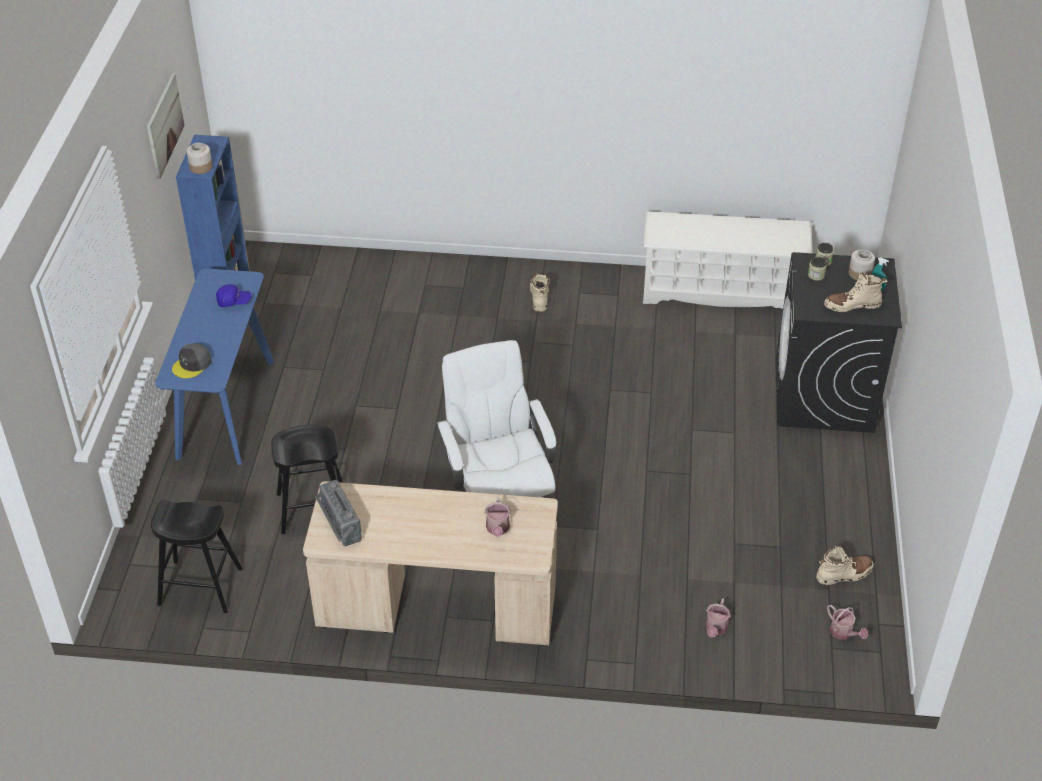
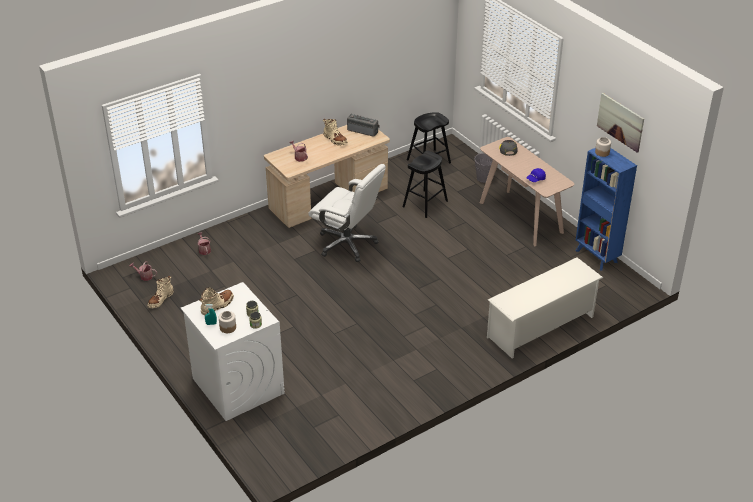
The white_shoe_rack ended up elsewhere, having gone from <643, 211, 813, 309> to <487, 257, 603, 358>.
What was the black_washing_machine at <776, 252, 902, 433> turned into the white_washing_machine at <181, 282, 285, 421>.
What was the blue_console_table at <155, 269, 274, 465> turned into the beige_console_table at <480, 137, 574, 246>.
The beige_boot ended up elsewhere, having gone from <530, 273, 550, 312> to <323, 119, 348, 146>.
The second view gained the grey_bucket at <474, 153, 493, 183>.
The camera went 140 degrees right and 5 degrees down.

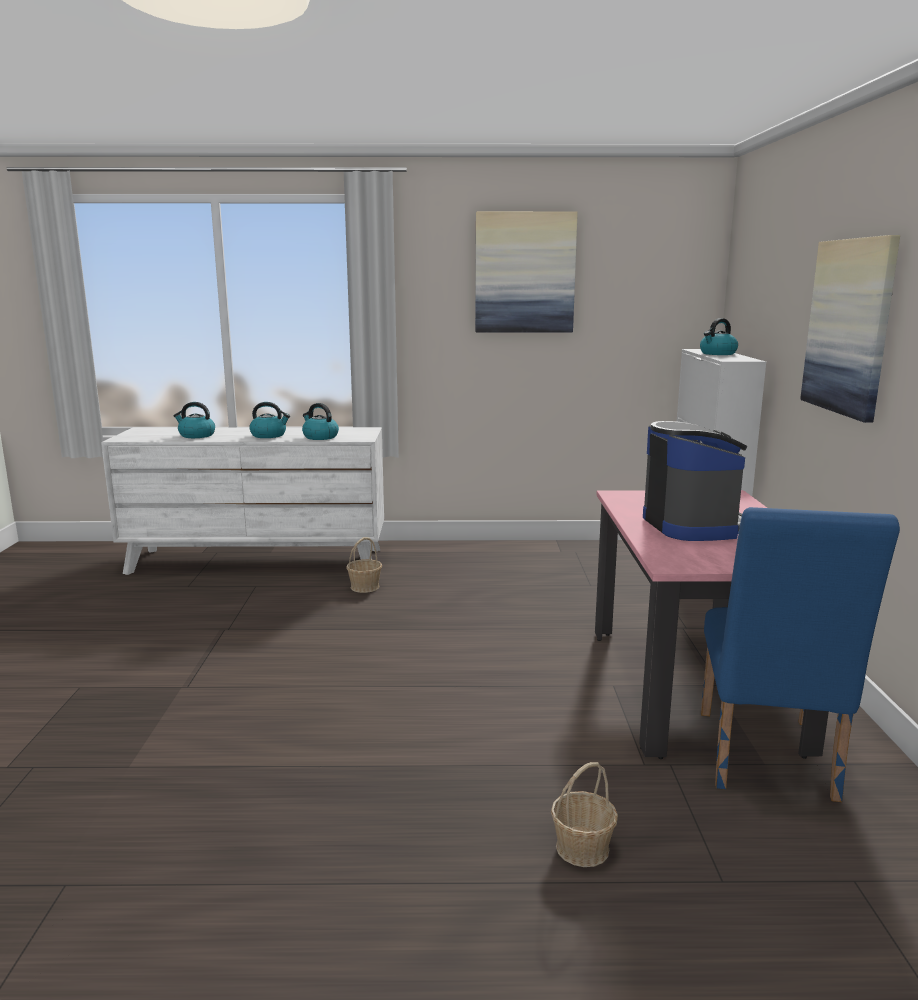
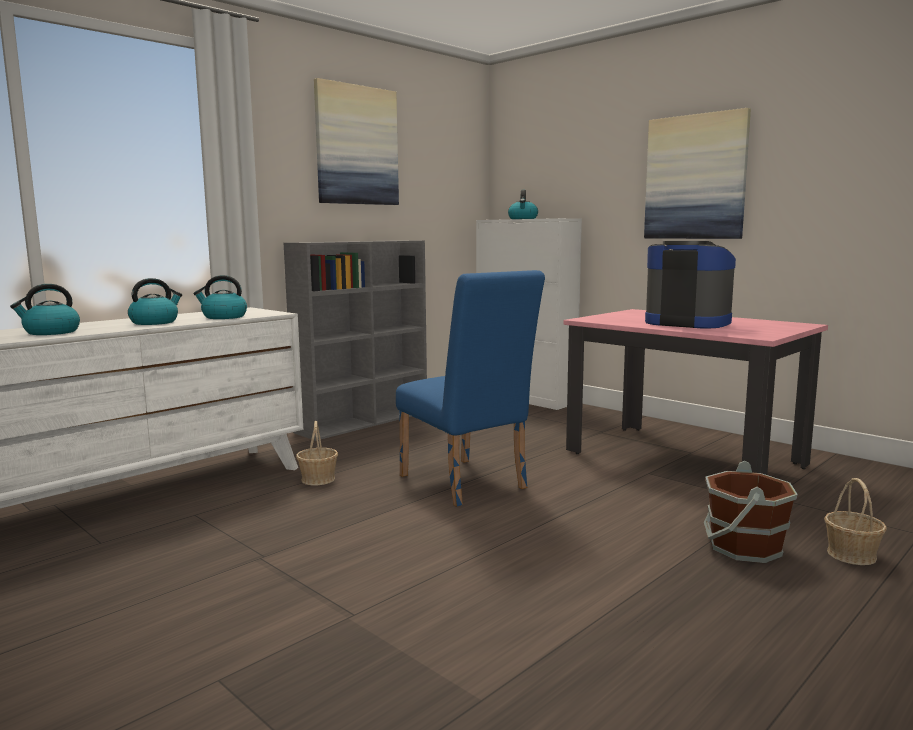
The blue_chair ended up elsewhere, having gone from <701, 507, 900, 802> to <396, 270, 545, 507>.
The second view gained the grey_bookcase at <284, 240, 427, 441>.
The second view gained the brown_bucket at <704, 461, 798, 563>.
The camera went 45 degrees left and 5 degrees down.

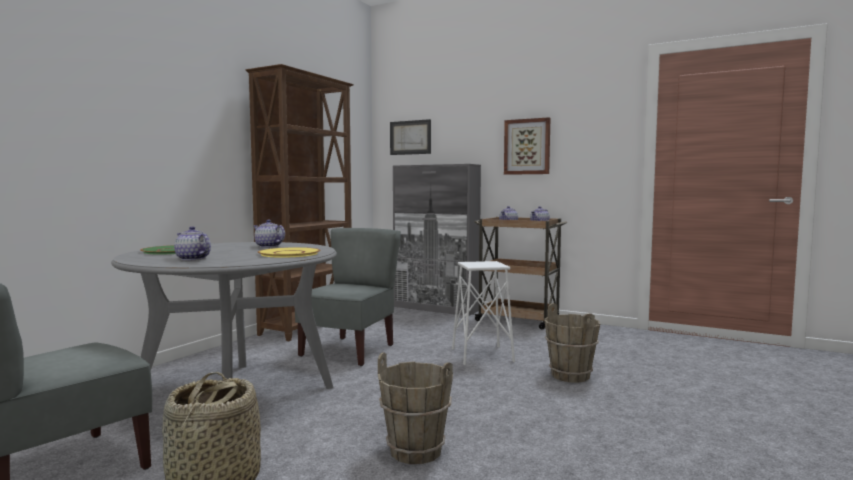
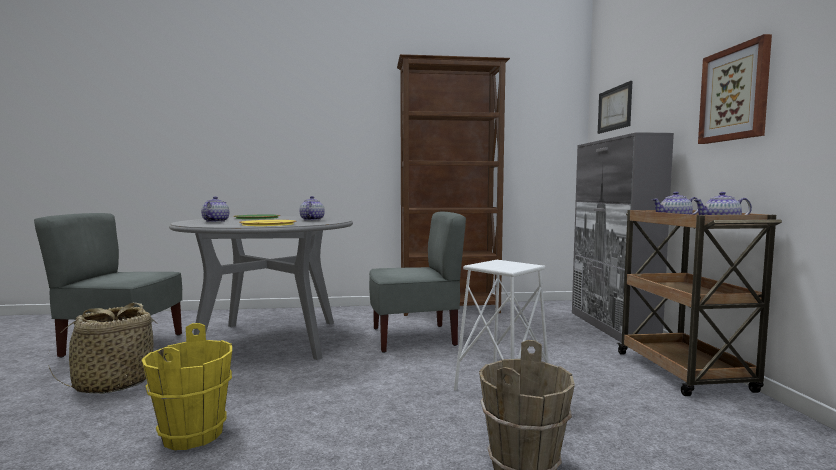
What was the brown_bucket at <378, 352, 453, 464> turned into the yellow_bucket at <142, 323, 232, 450>.
The camera went 55 degrees right and 0 degrees up.

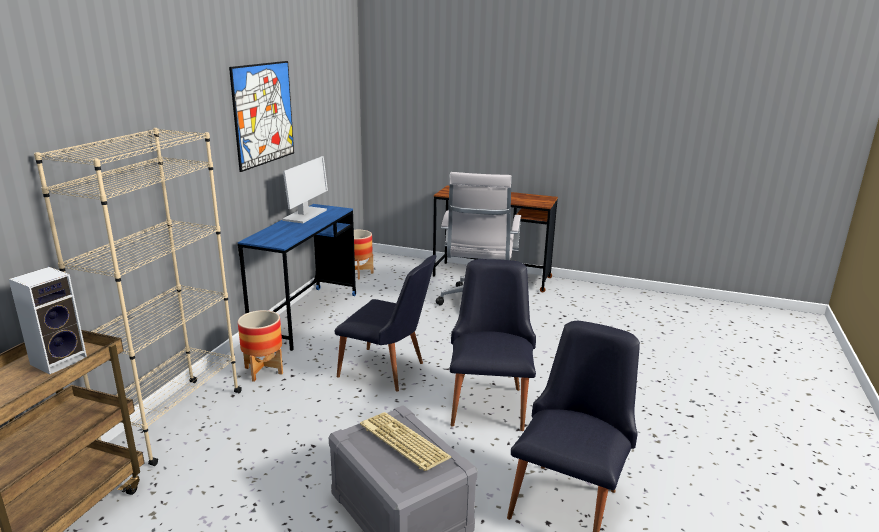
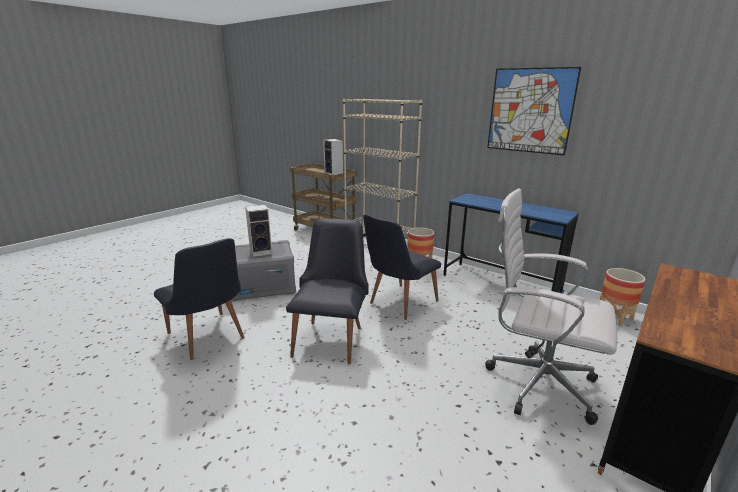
The second view lost the monitor at <282, 156, 328, 223>.
The black_chair at <450, 259, 536, 431> ended up facing another way, 105 degrees counterclockwise from before.
Where the keyboard stood at <360, 412, 451, 471>, the speaker came to stand at <245, 205, 272, 257>.
The camera went 110 degrees right and 0 degrees up.

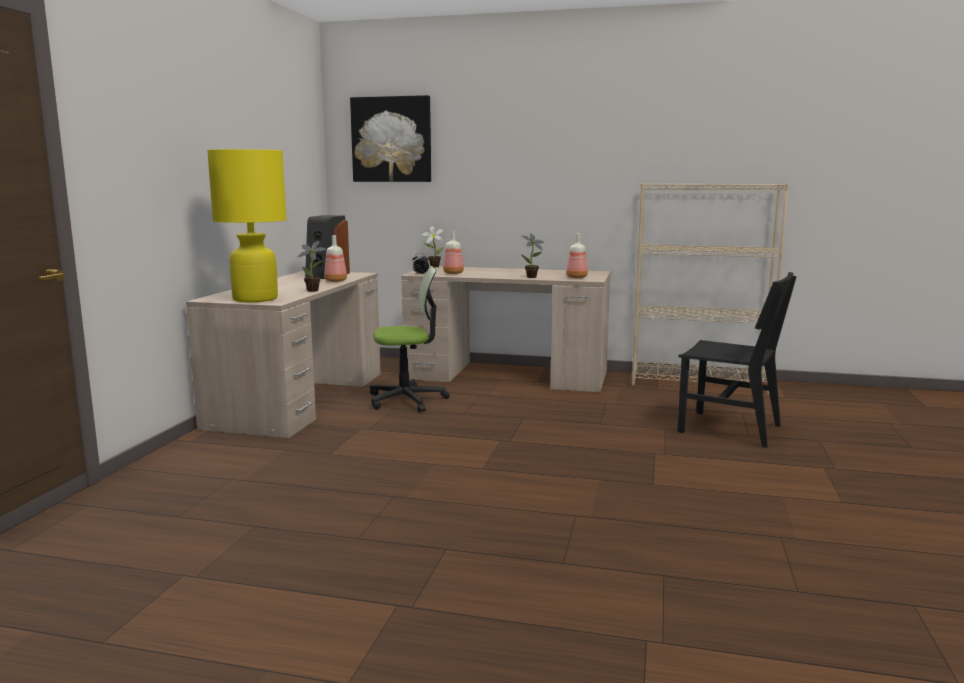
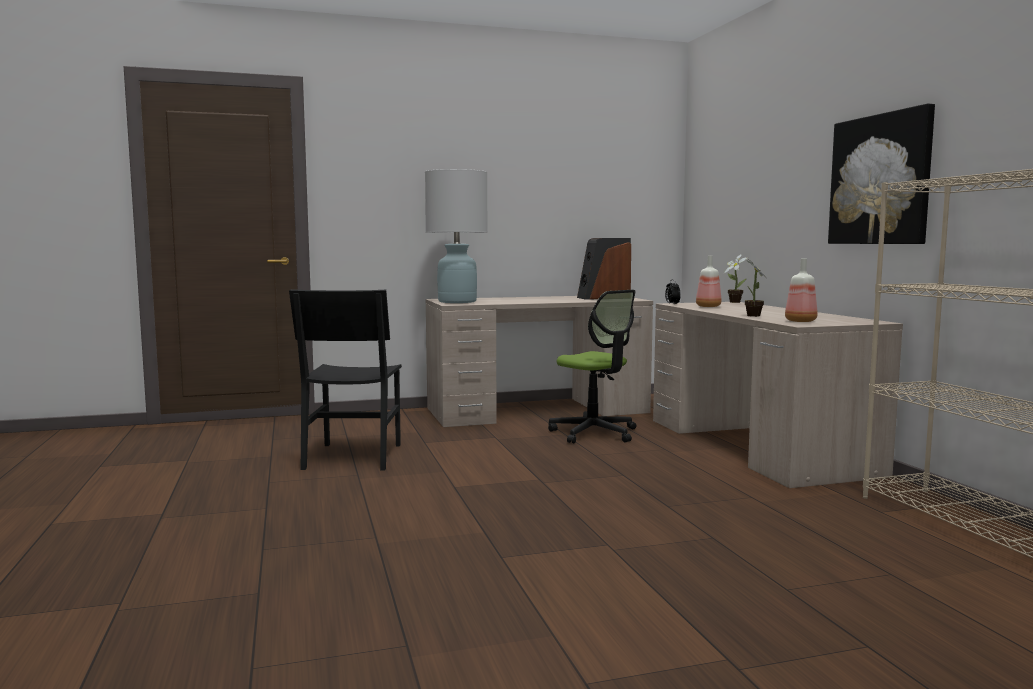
The picture ended up elsewhere, having gone from <350, 95, 431, 182> to <828, 104, 935, 244>.
What was the yellow_table_lamp at <207, 149, 287, 302> turned into the white_table_lamp at <425, 169, 488, 303>.
The second view lost the bottle at <324, 235, 347, 282>.
The second view lost the potted_plant at <298, 241, 326, 292>.
The black_chair ended up elsewhere, having gone from <677, 272, 797, 448> to <289, 289, 402, 470>.
The camera went 60 degrees right and 5 degrees down.

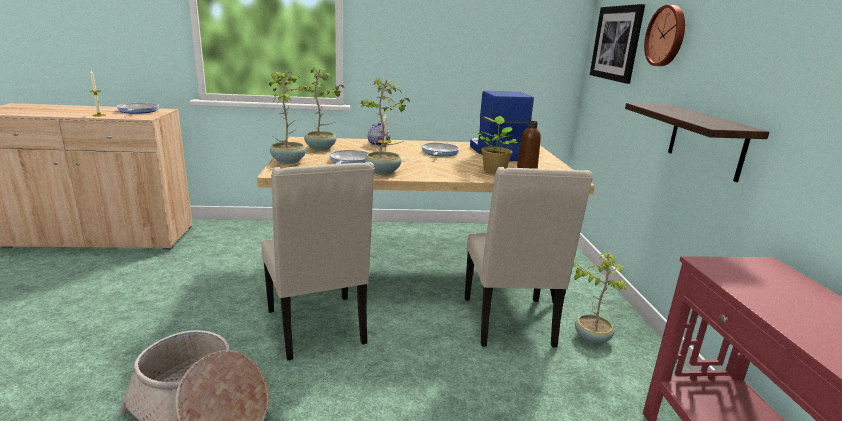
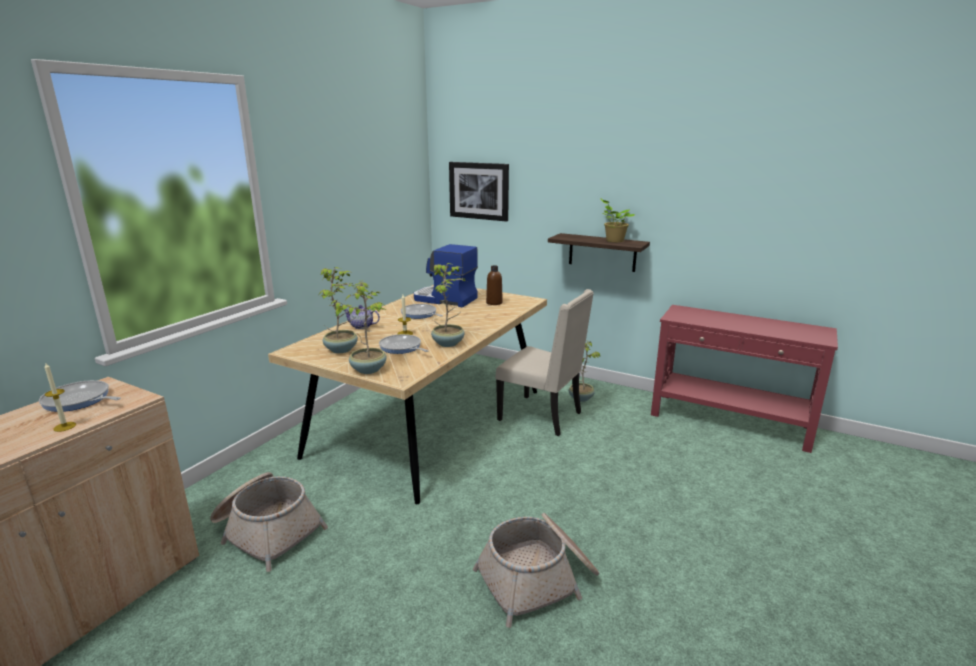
The second view lost the wall_clock at <644, 5, 685, 66>.
The potted_plant ended up elsewhere, having gone from <475, 116, 519, 174> to <600, 198, 635, 242>.
The second view lost the beige_chair at <261, 162, 375, 361>.
The second view gained the basket at <210, 472, 328, 572>.
The camera went 55 degrees left and 0 degrees up.

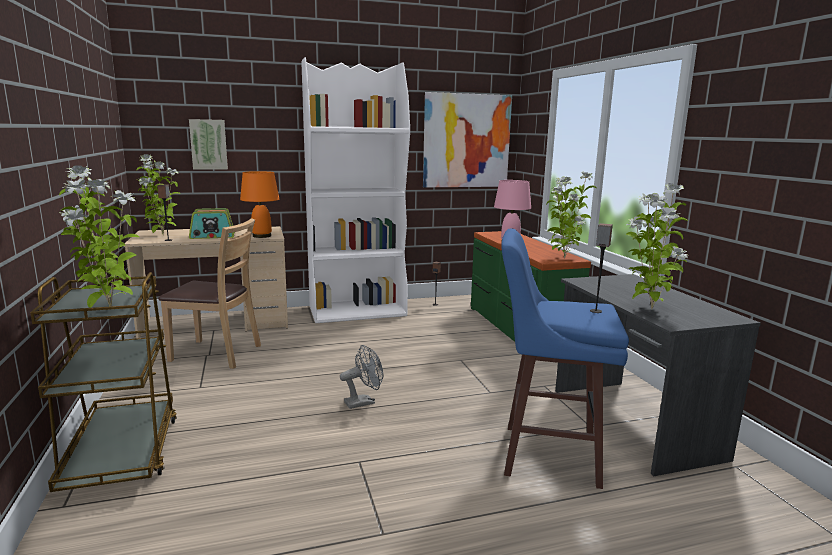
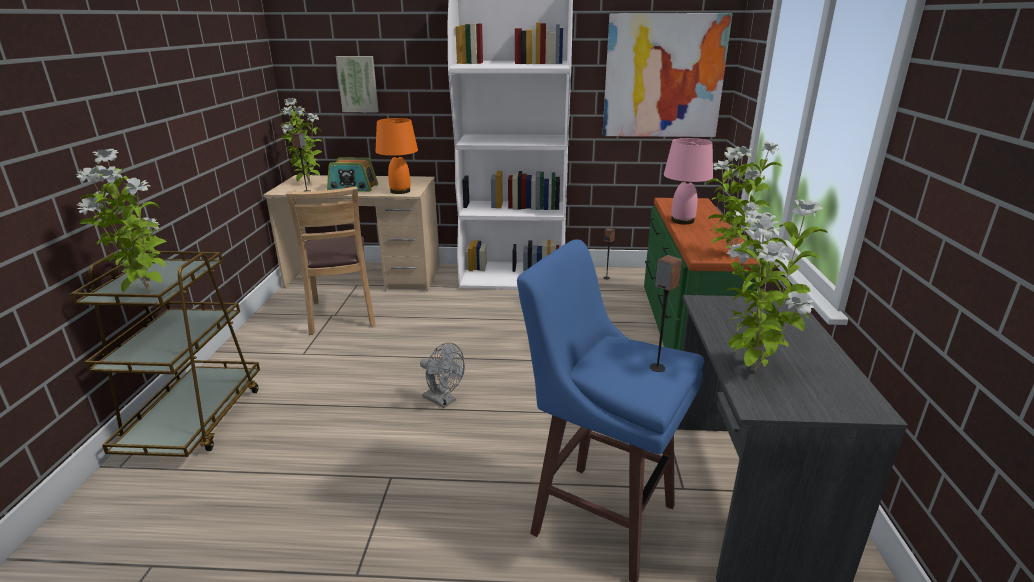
The brown_chair at <158, 218, 261, 369> ended up facing another way, 45 degrees clockwise from before.
The grey_fan at <340, 345, 383, 409> ended up facing another way, 45 degrees clockwise from before.
The camera went 20 degrees right and 10 degrees up.

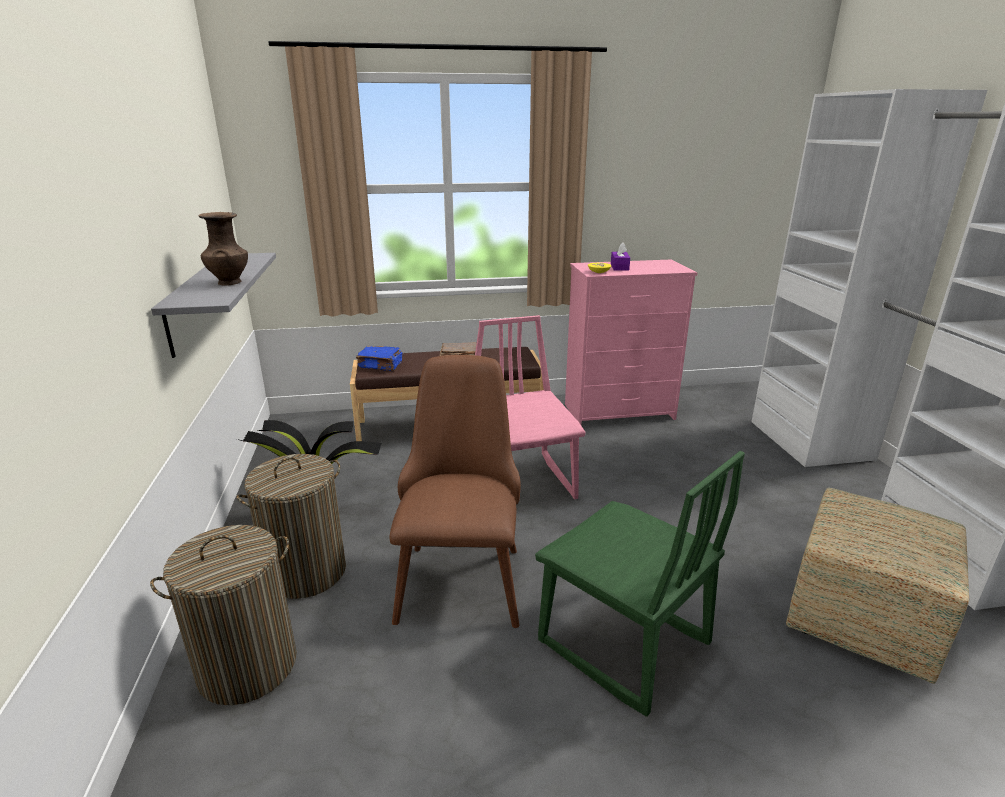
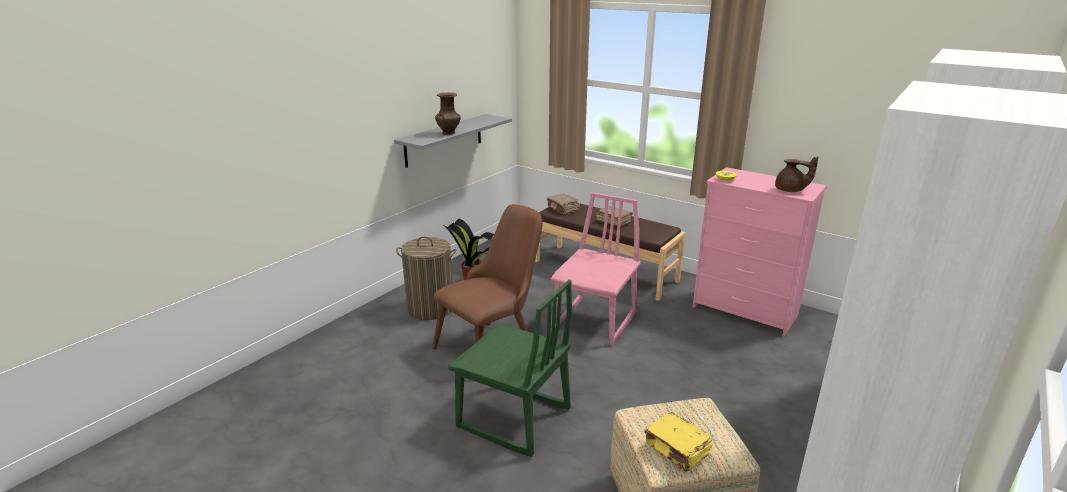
The second view lost the purple_tissue_box at <611, 243, 630, 271>.
What was the blue_book at <356, 346, 402, 371> turned into the brown_book at <546, 194, 580, 215>.
The green_chair at <535, 451, 745, 717> ended up facing another way, 60 degrees counterclockwise from before.
The second view lost the laundry_basket at <150, 525, 297, 705>.
The second view gained the brown_teapot at <775, 157, 818, 192>.
The second view gained the yellow_book at <644, 412, 713, 472>.
The camera went 45 degrees right and 0 degrees up.

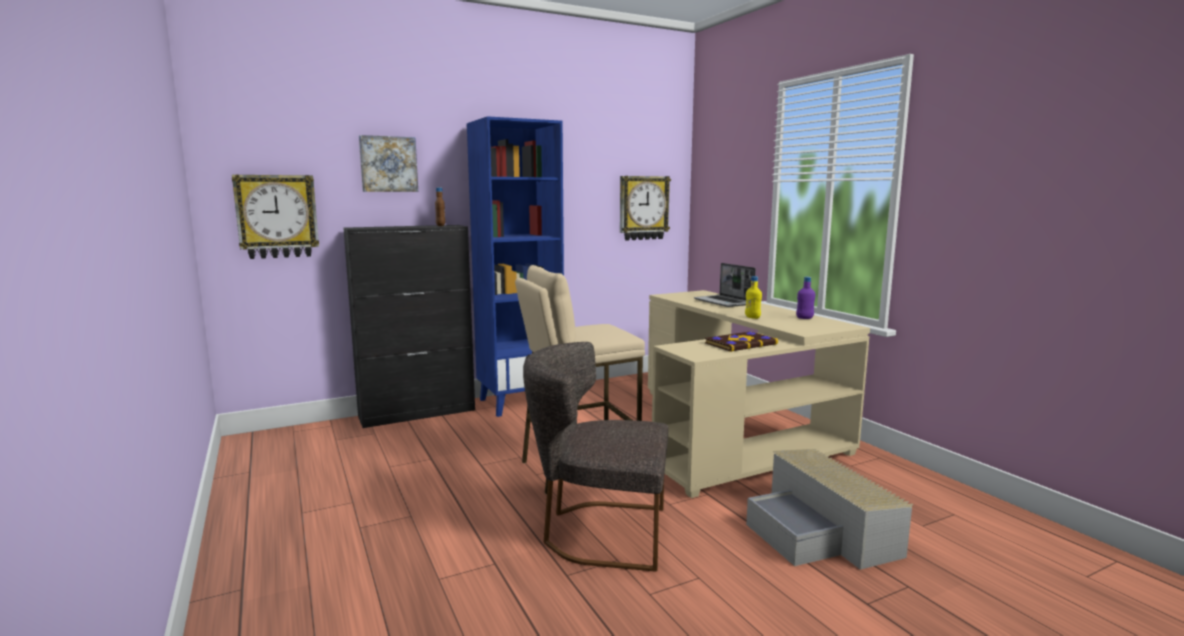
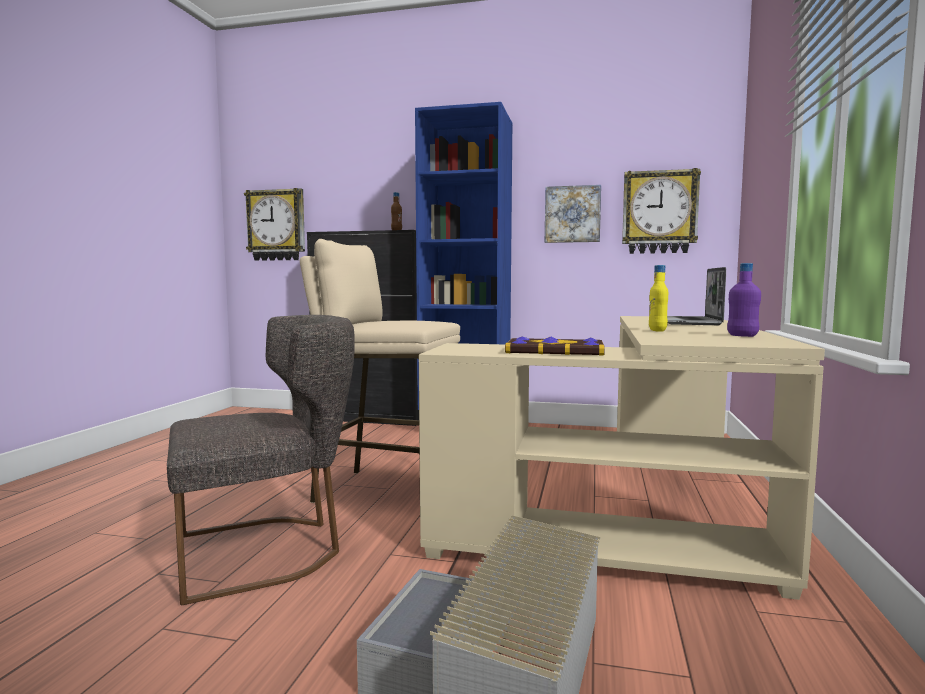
The picture ended up elsewhere, having gone from <359, 135, 418, 192> to <545, 185, 601, 243>.
The grey_chair at <523, 342, 668, 572> ended up facing another way, 105 degrees clockwise from before.
The camera went 40 degrees right and 5 degrees down.

